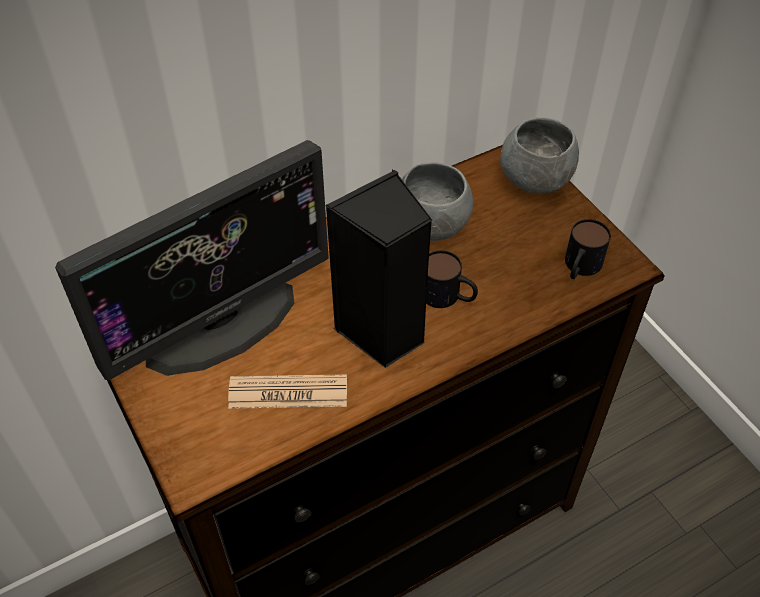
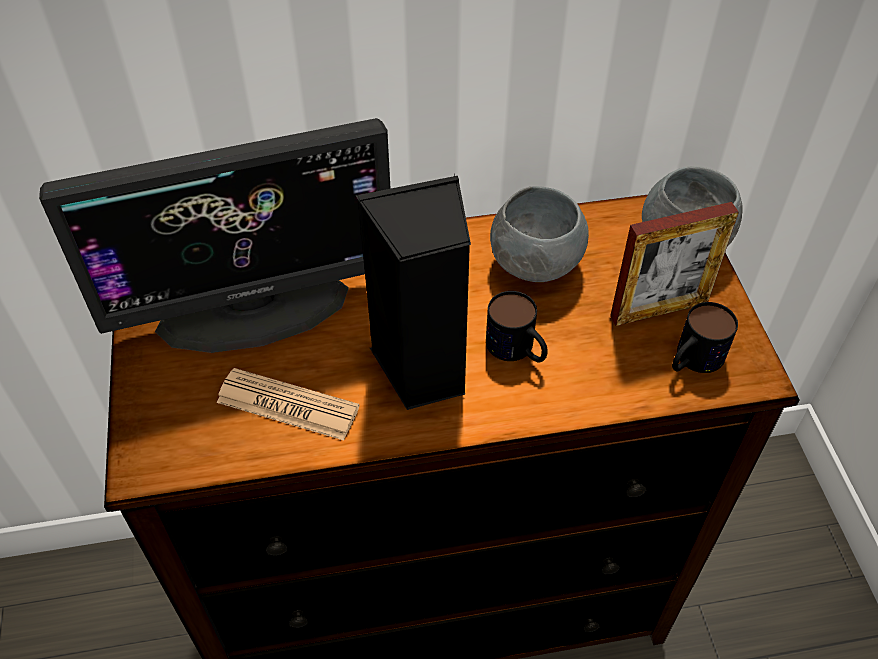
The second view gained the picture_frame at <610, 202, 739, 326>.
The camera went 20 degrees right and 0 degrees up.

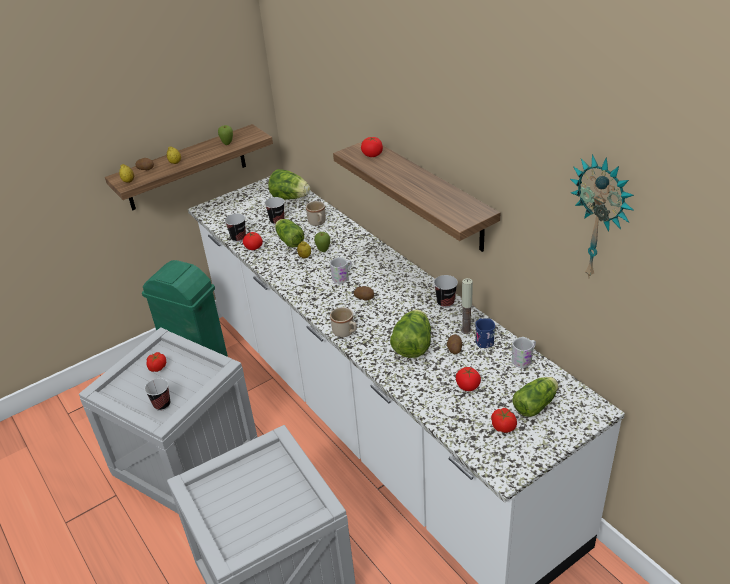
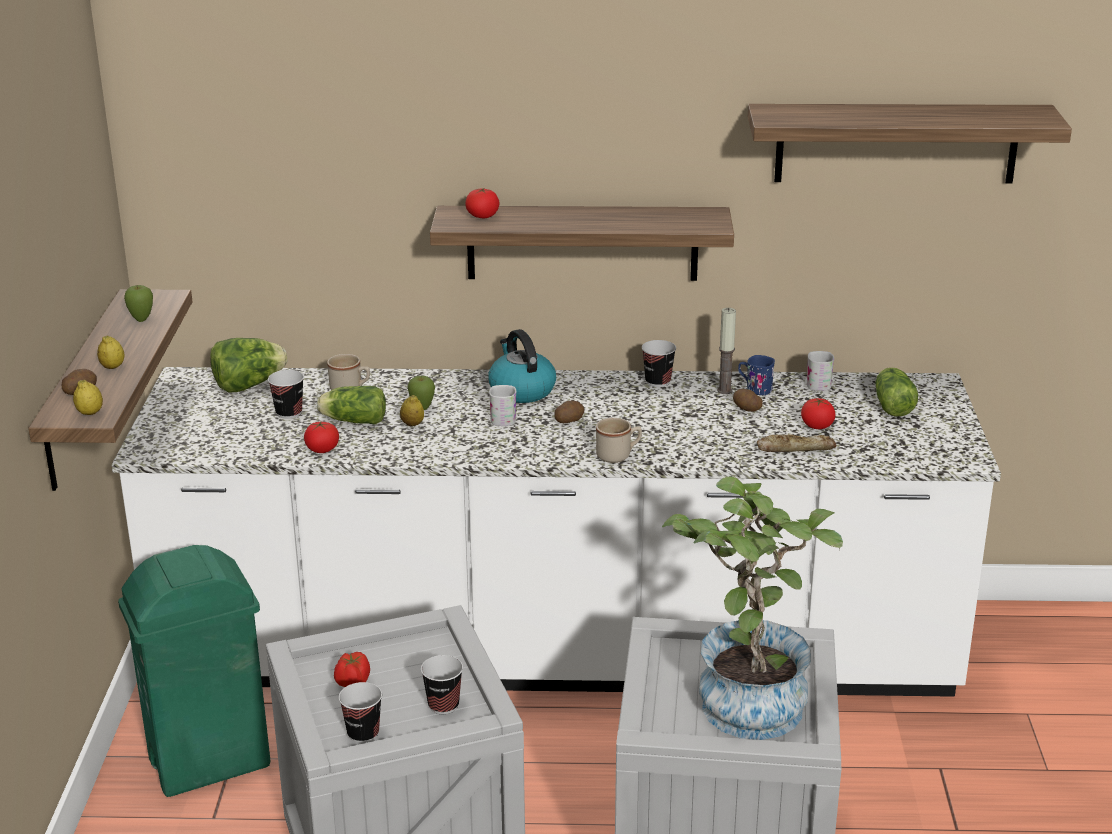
Where the wall_clock hung at <570, 154, 634, 279>, the shelf came to hang at <748, 104, 1072, 183>.
The cup ended up elsewhere, having gone from <225, 214, 246, 242> to <339, 682, 382, 743>.
The second view lost the lettuce at <390, 310, 431, 358>.
The second view lost the tomato at <491, 408, 517, 433>.
The second view gained the kettle at <488, 329, 556, 403>.
The second view gained the bread at <757, 434, 836, 452>.
The second view gained the potted_plant at <662, 476, 843, 740>.
The camera went 55 degrees left and 10 degrees down.

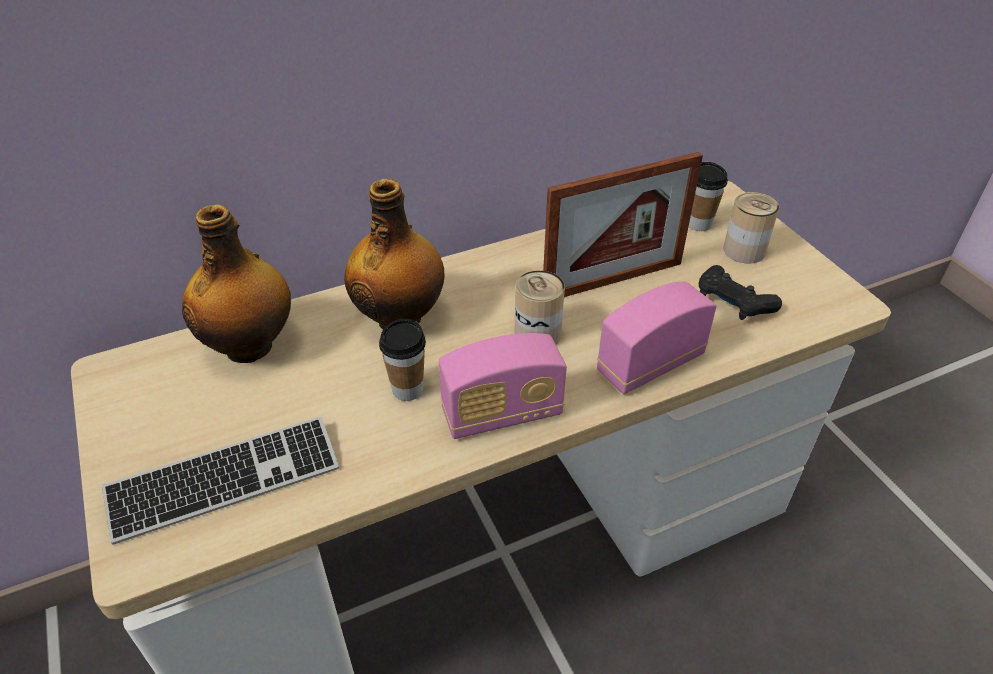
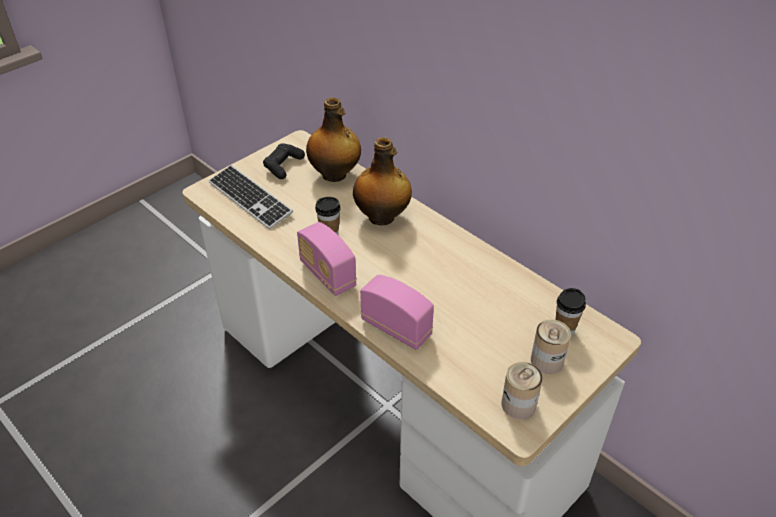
The second view lost the picture_frame at <543, 152, 703, 297>.
The black_game_controller ended up elsewhere, having gone from <699, 265, 782, 320> to <263, 143, 305, 179>.
The can ended up elsewhere, having gone from <515, 270, 565, 344> to <501, 362, 543, 419>.
The camera went 70 degrees right and 0 degrees up.

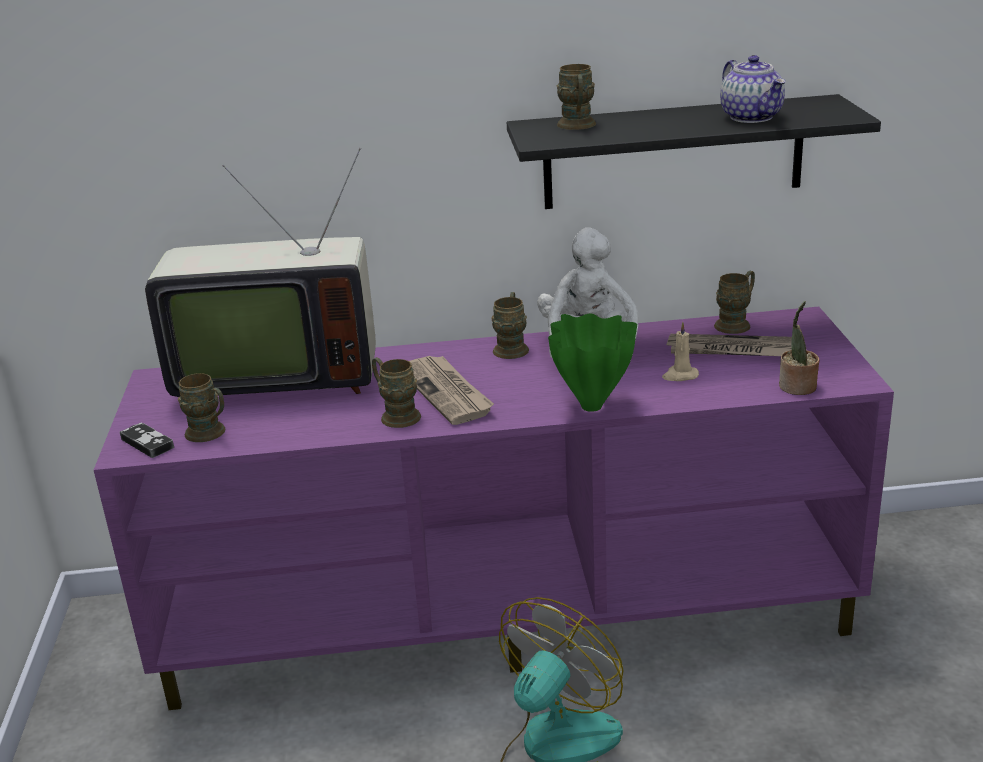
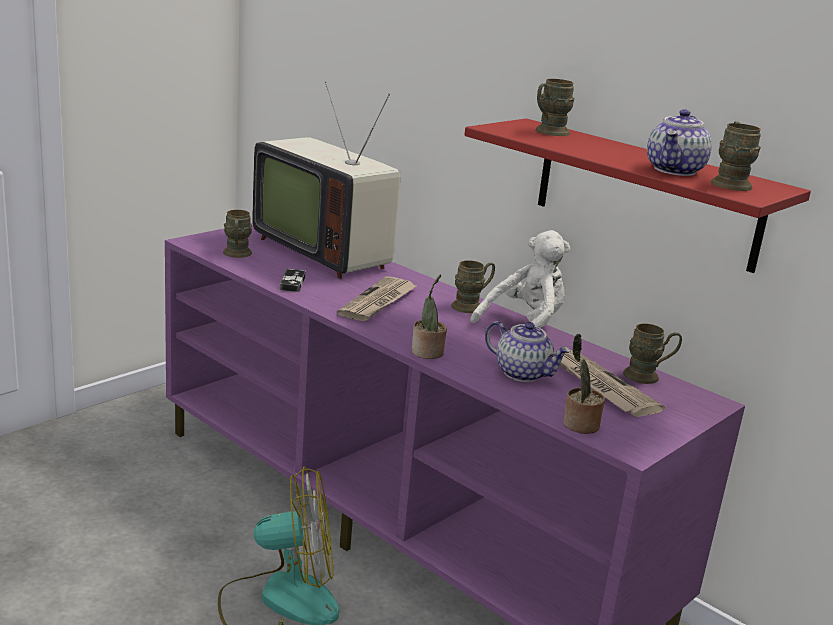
What was the black_shelf at <507, 94, 881, 209> turned into the red_shelf at <464, 118, 811, 273>.
Where the green_vase stood at <548, 313, 637, 412>, the potted_plant came to stand at <411, 274, 447, 359>.
Where the beige_candle stood at <662, 322, 699, 381>, the teapot came to stand at <485, 321, 571, 382>.
The brown_mug ended up elsewhere, having gone from <372, 357, 421, 428> to <711, 121, 761, 191>.
The game_controller ended up elsewhere, having gone from <120, 423, 174, 458> to <280, 269, 306, 292>.
The camera went 45 degrees right and 5 degrees down.

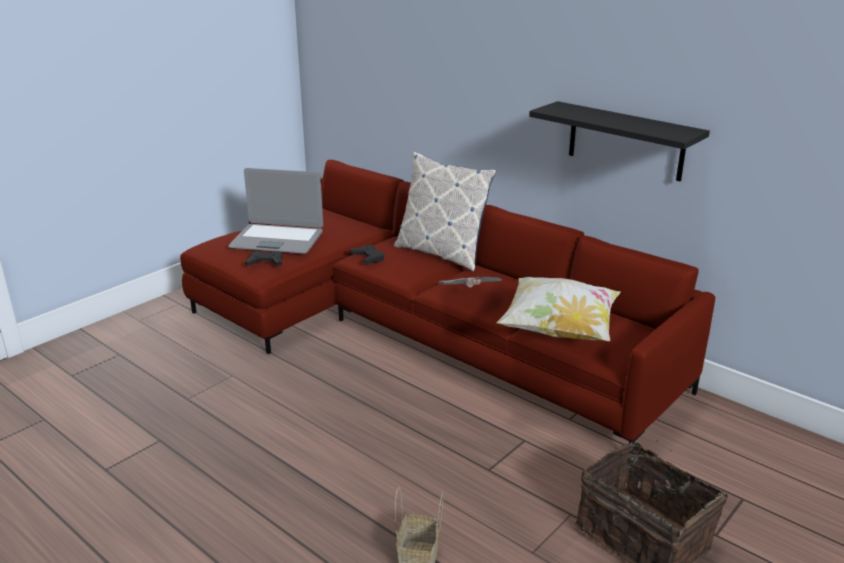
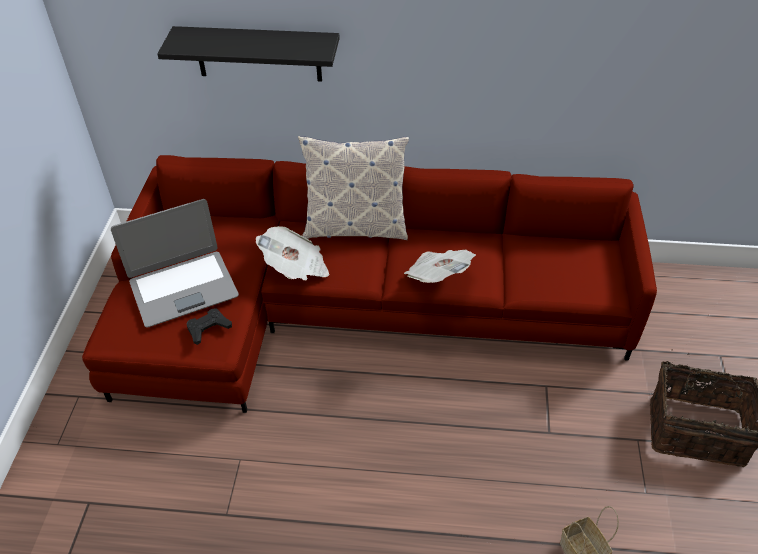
The black_shelf ended up elsewhere, having gone from <529, 101, 710, 181> to <157, 26, 340, 82>.
Where the black_game_controller stood at <349, 245, 384, 264>, the newspaper came to stand at <256, 226, 330, 281>.
The second view lost the pillow at <497, 277, 621, 341>.
The camera went 35 degrees left and 20 degrees up.

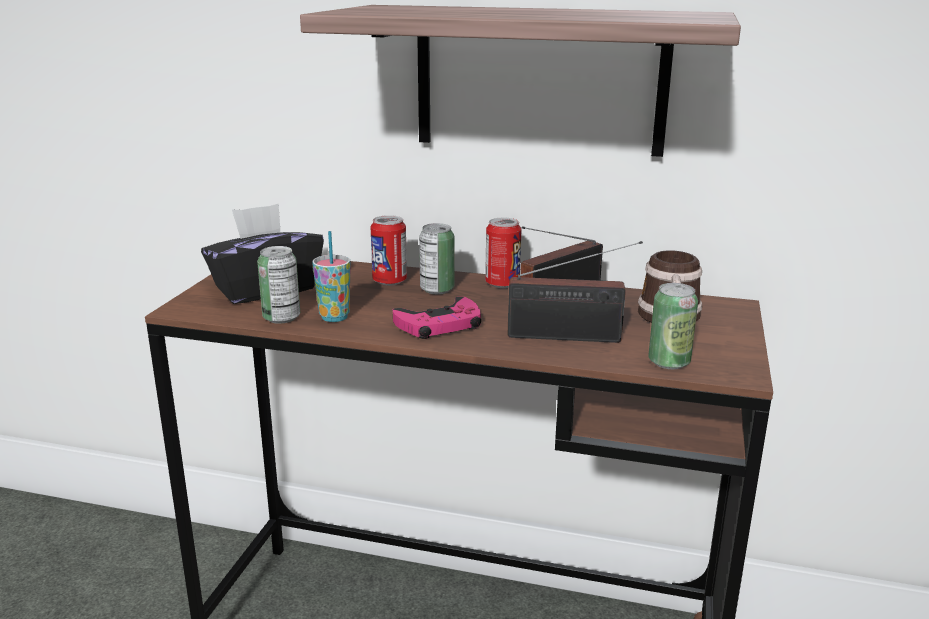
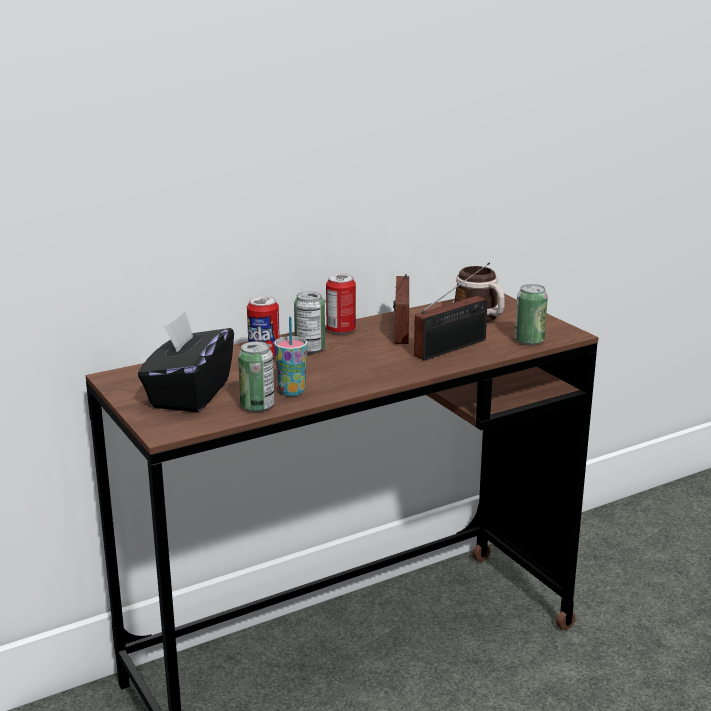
The second view lost the shelf at <300, 5, 741, 157>.
The second view lost the pink_game_controller at <393, 297, 481, 339>.
The camera went 45 degrees left and 0 degrees up.

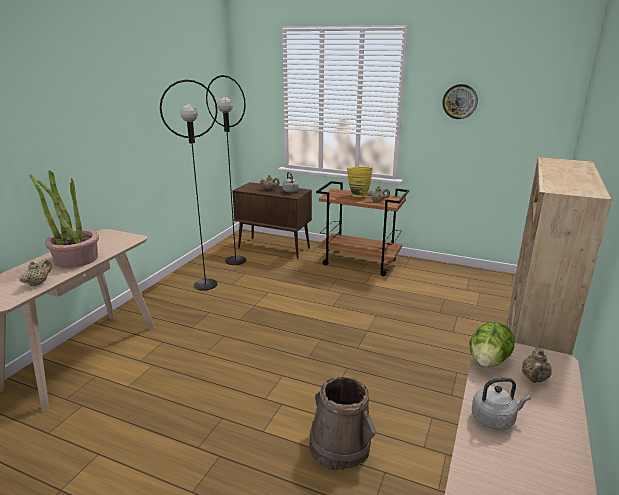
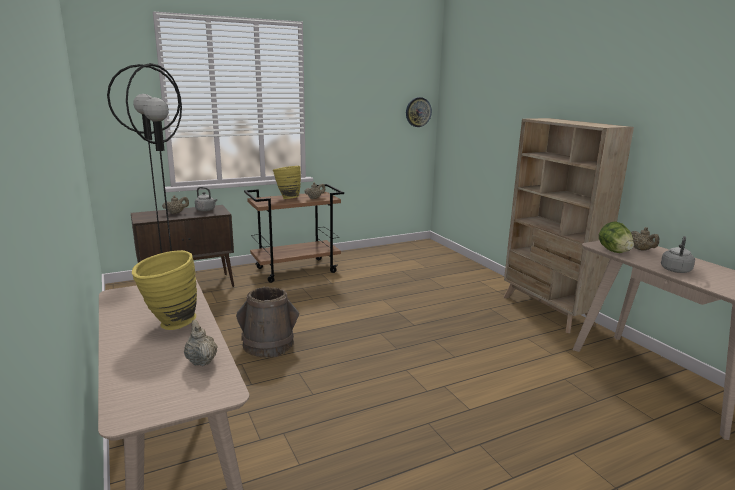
The wall_clock ended up elsewhere, having gone from <442, 84, 478, 119> to <406, 97, 432, 127>.
Where the potted_plant stood at <29, 170, 99, 268>, the yellow_vase came to stand at <132, 250, 197, 330>.
The brown_bucket ended up elsewhere, having gone from <309, 377, 375, 470> to <236, 287, 299, 358>.
The camera went 50 degrees left and 5 degrees down.

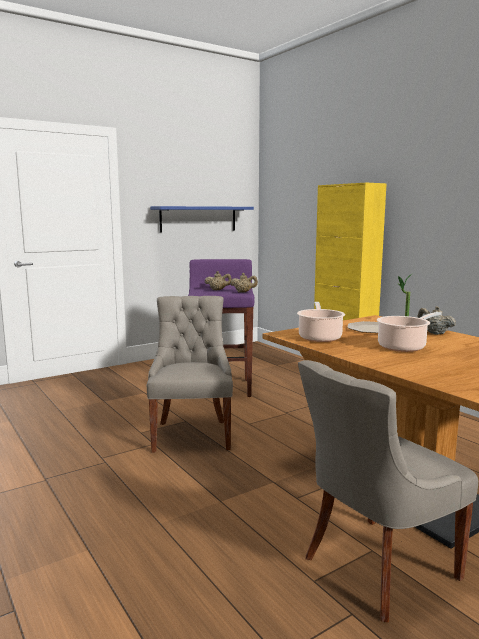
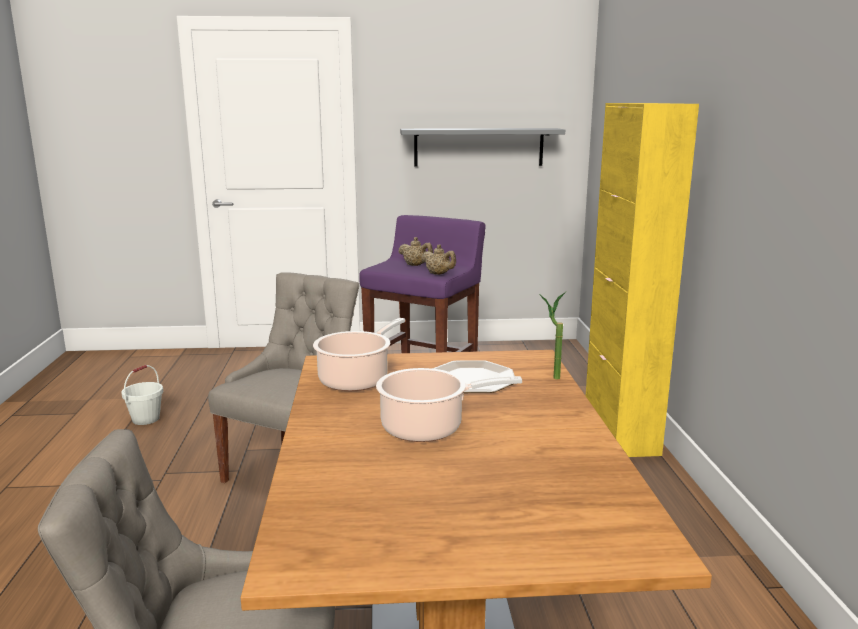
What was the blue_shelf at <150, 206, 254, 232> turned into the grey_shelf at <400, 128, 565, 167>.
The second view lost the beige_teapot at <417, 306, 456, 335>.
The second view gained the white_bucket at <121, 365, 163, 425>.
The camera went 30 degrees right and 5 degrees up.

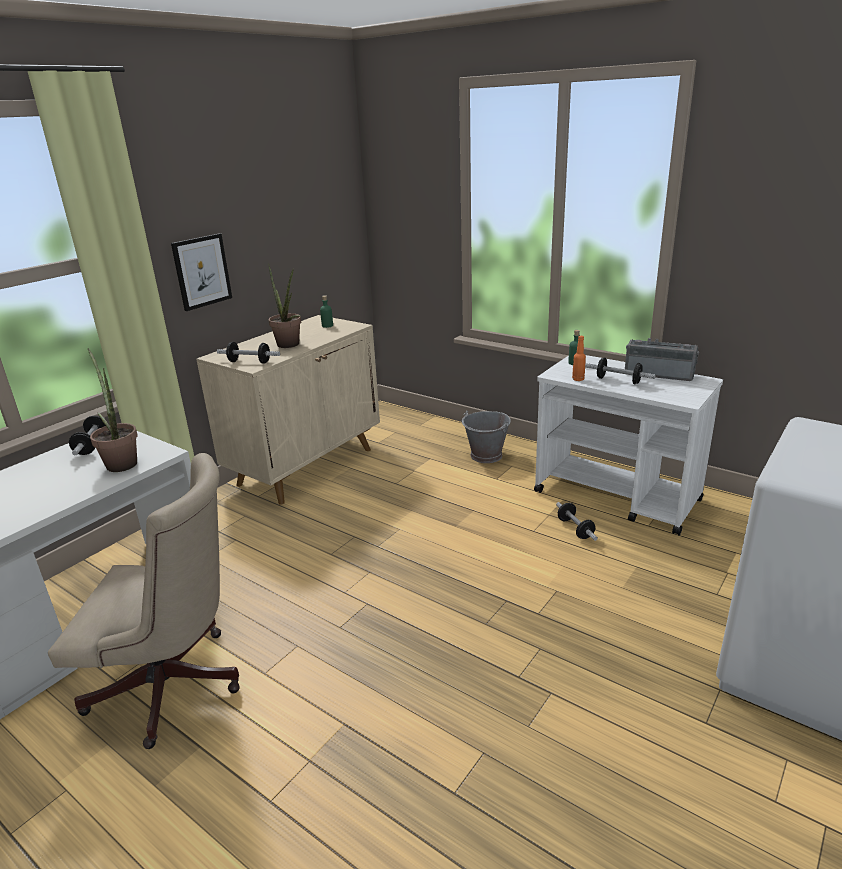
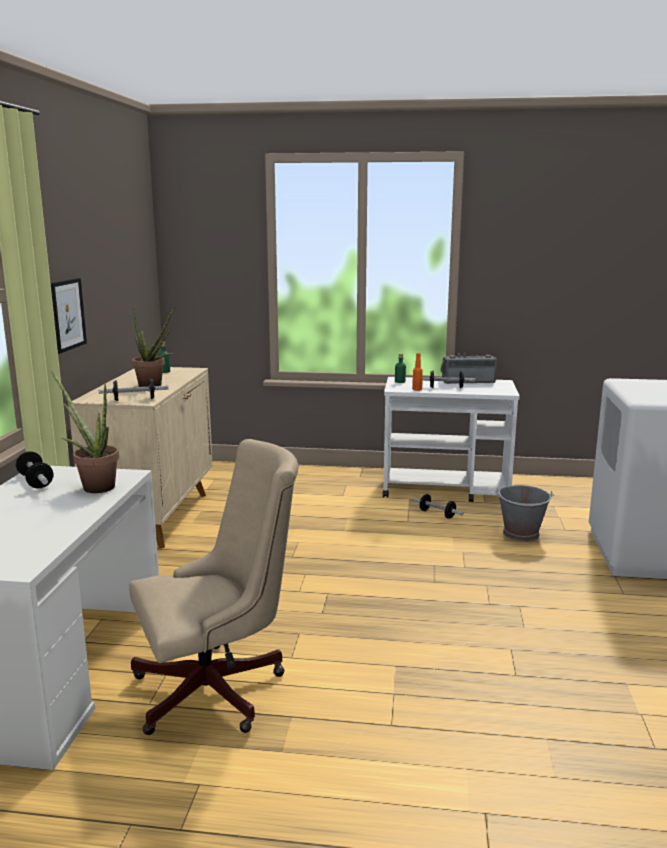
The grey_bucket ended up elsewhere, having gone from <462, 411, 511, 463> to <495, 485, 554, 542>.
The camera went 30 degrees left and 10 degrees down.

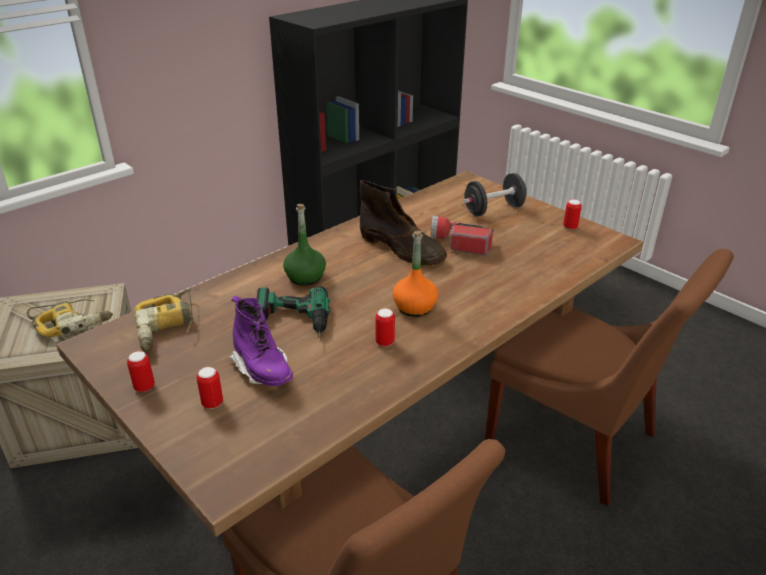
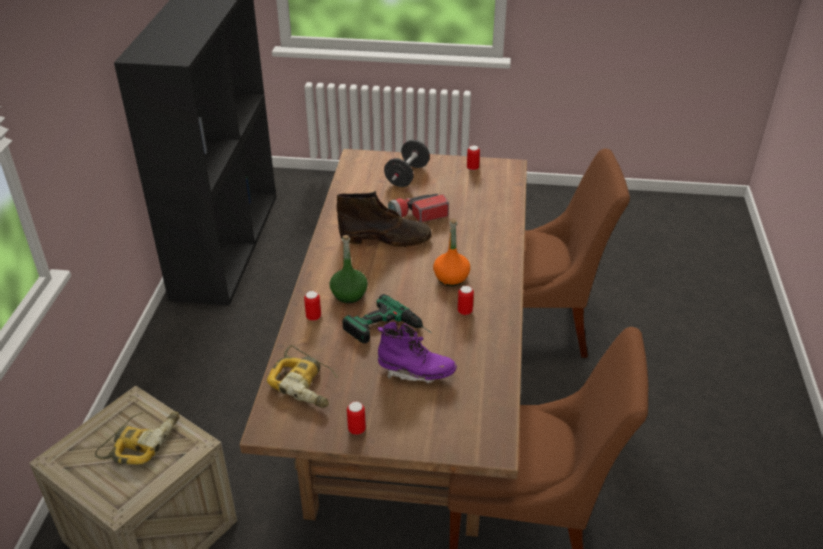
The can ended up elsewhere, having gone from <197, 367, 223, 409> to <304, 291, 321, 321>.
The camera went 40 degrees left and 5 degrees up.

